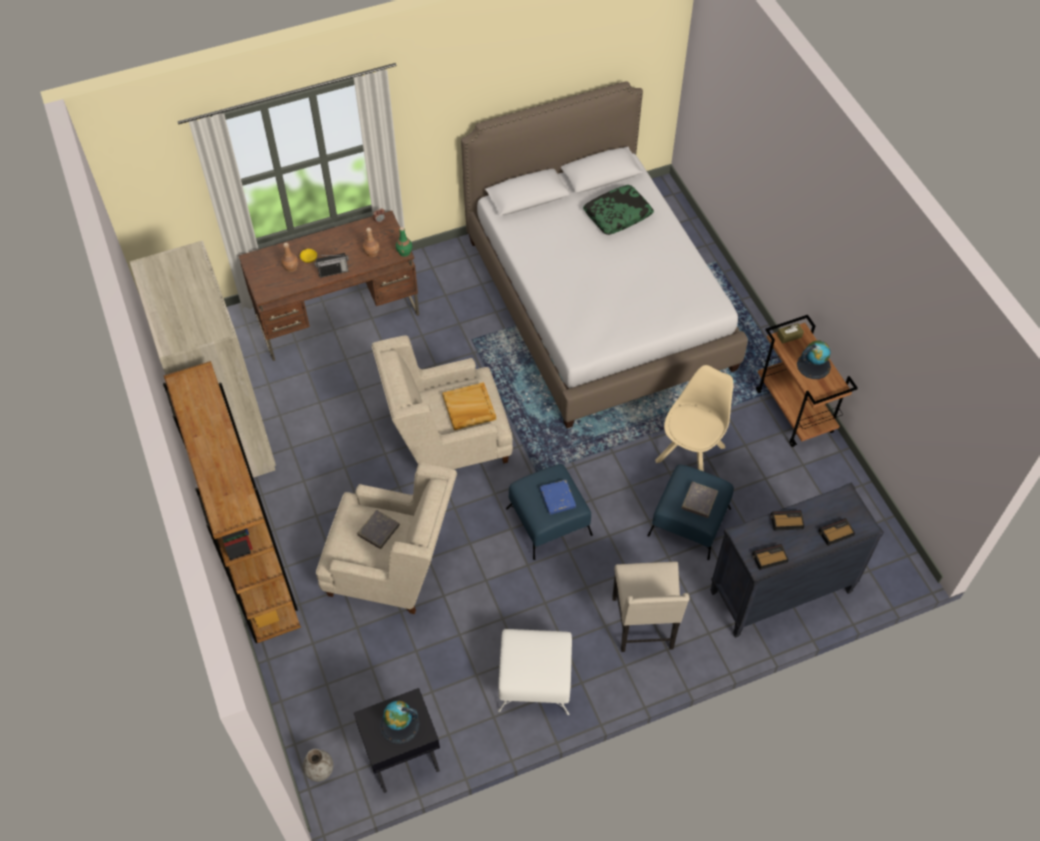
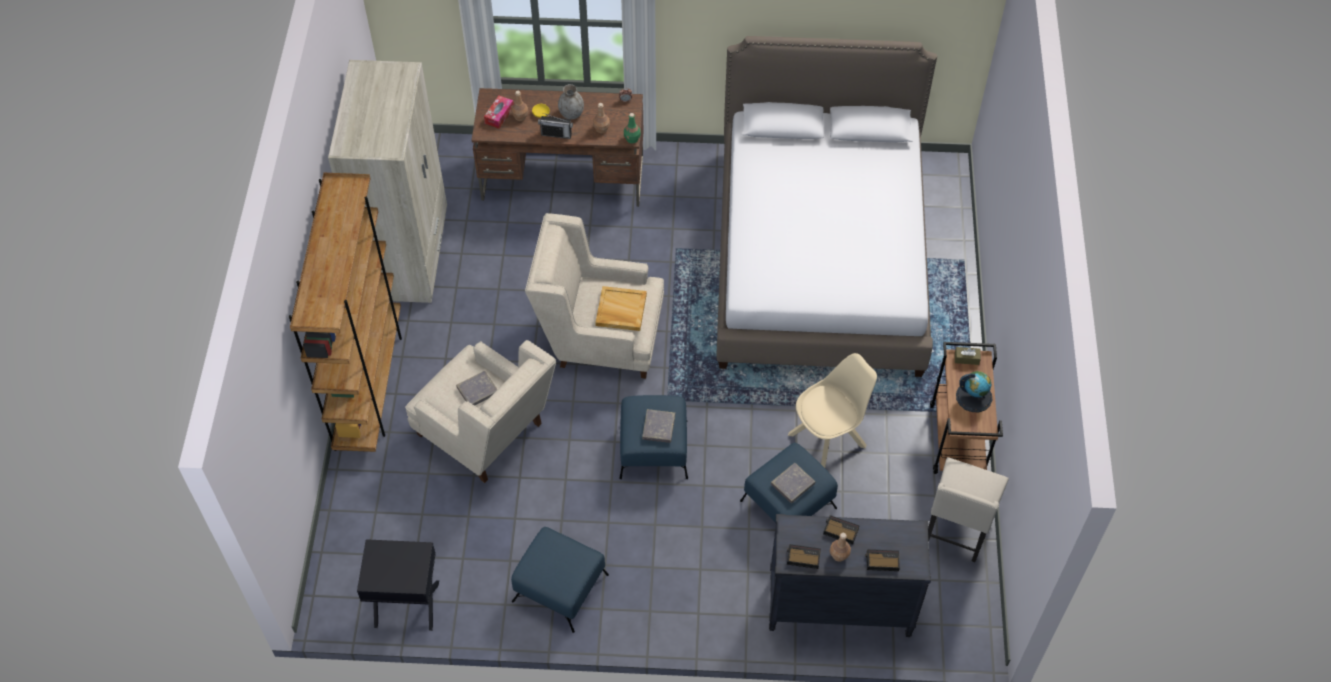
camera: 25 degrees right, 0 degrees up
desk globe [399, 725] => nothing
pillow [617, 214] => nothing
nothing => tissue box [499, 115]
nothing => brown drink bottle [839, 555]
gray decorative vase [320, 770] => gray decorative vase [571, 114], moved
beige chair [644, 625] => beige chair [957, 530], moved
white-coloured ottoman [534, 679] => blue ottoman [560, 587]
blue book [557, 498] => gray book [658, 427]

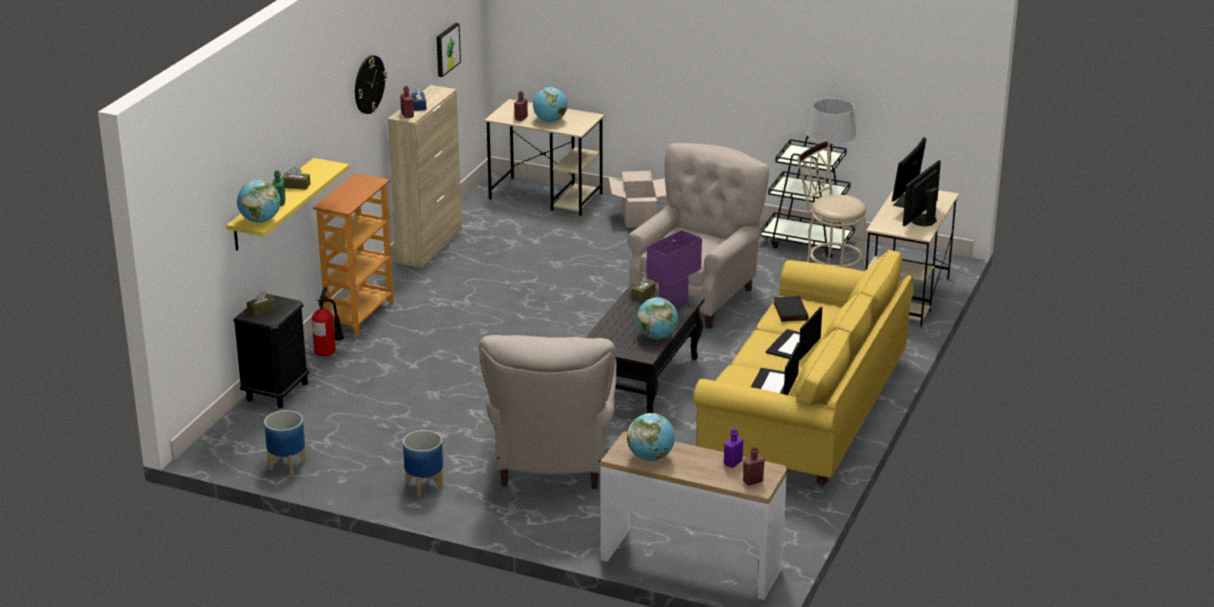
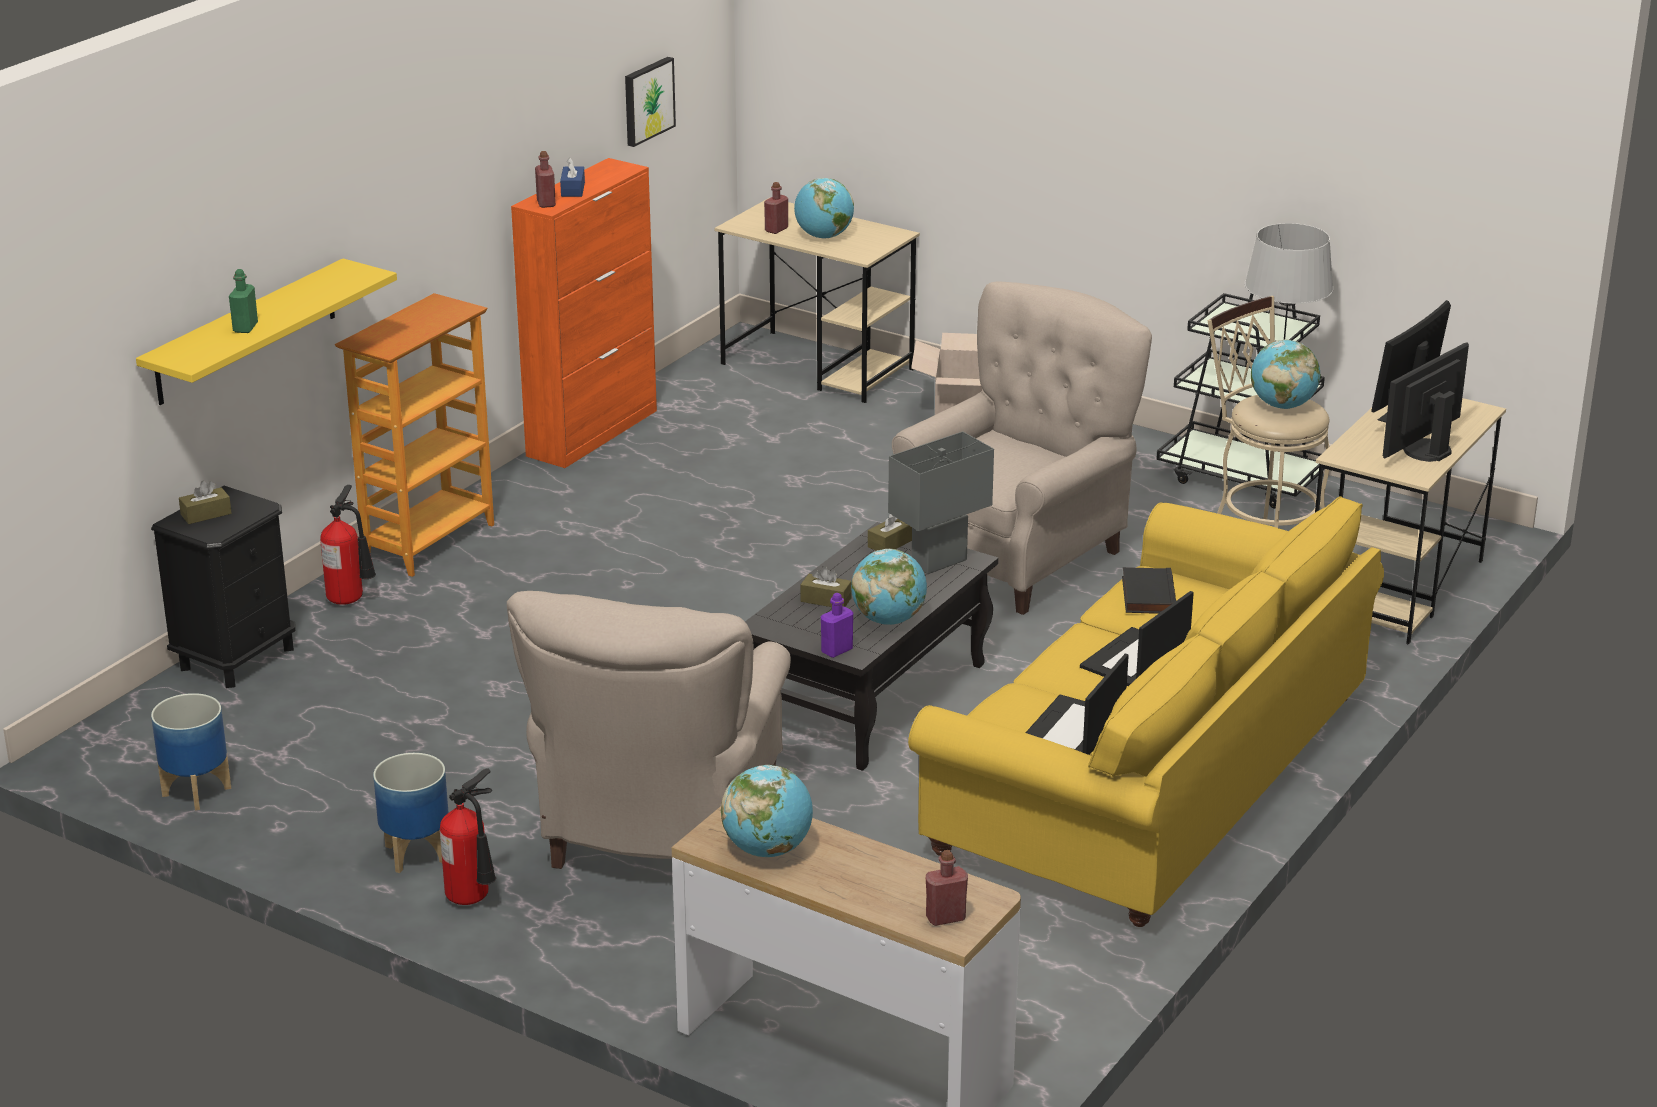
camera: 10 degrees right, 0 degrees up
hanging clock [369, 84] => nothing
nothing => extinguisher [473, 899]
desk globe [260, 220] => desk globe [1282, 406], moved
brown tissue box [296, 186] => brown tissue box [826, 600], moved
purple drink bottle [733, 463] => purple drink bottle [837, 650], moved
beige storage cabinet [429, 245] => orange-coloured storage cabinet [593, 433]
purple lamp for a table [673, 303] => gray lamp for a table [939, 562]

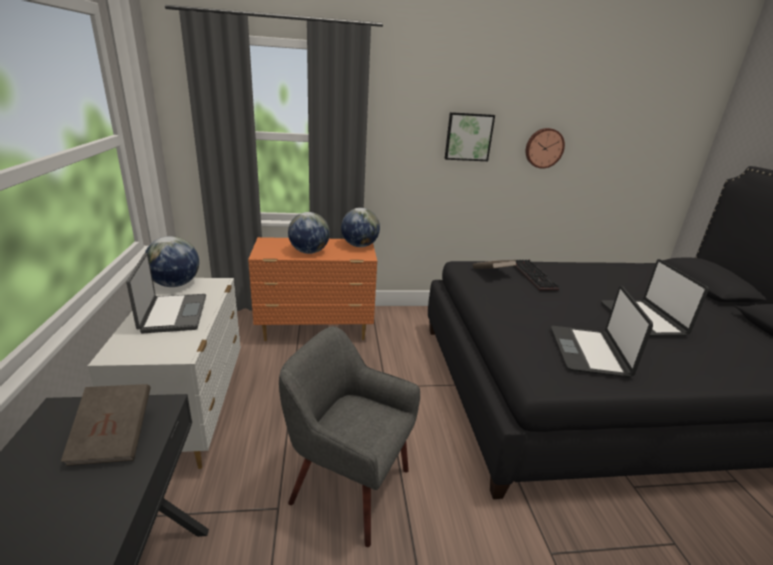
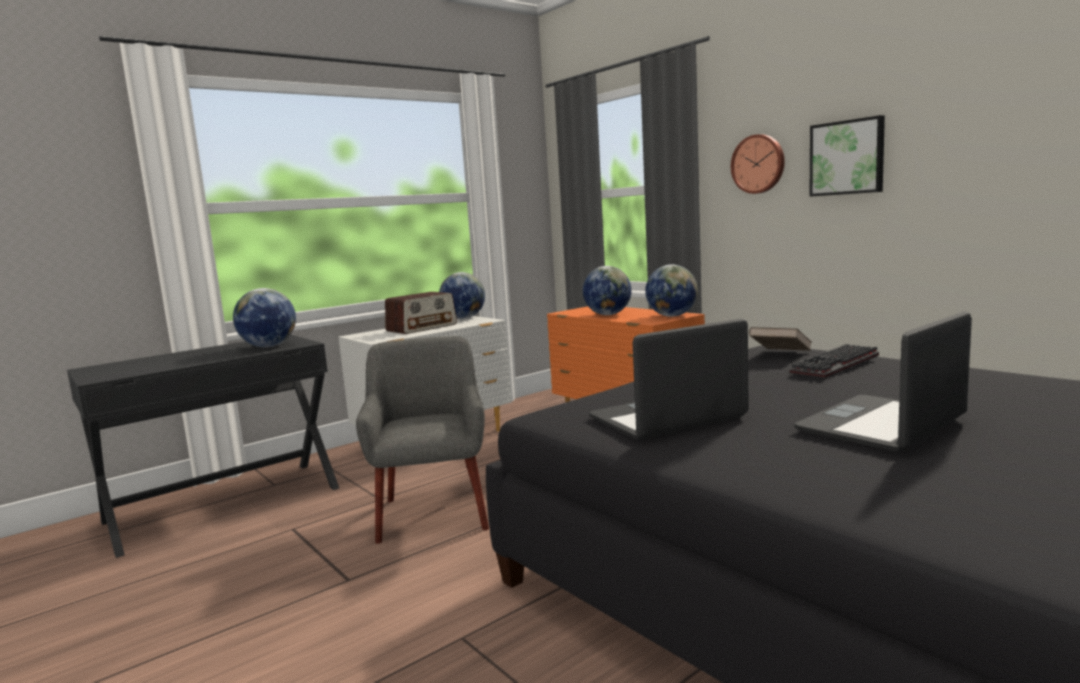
camera: 60 degrees right, 15 degrees down
hanging clock [543, 148] => hanging clock [758, 164], moved
brown book [114, 438] => desk globe [268, 346]
notebook computer [172, 314] => radio receiver [422, 328]

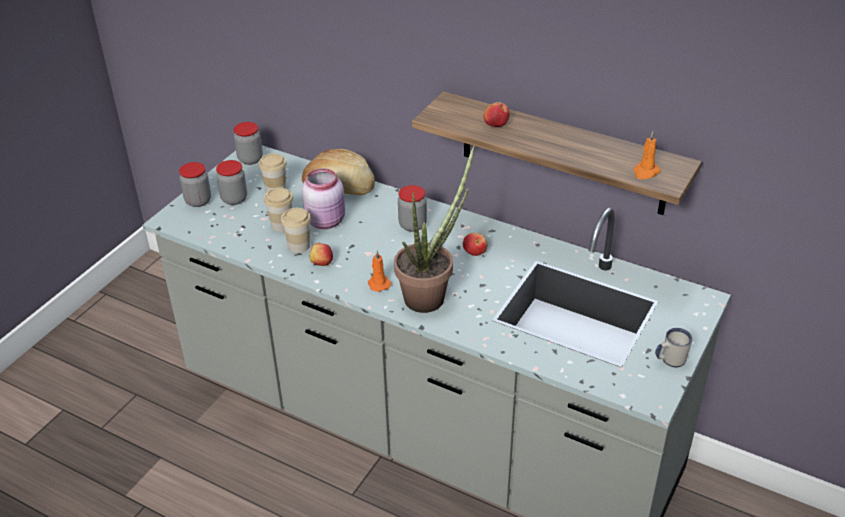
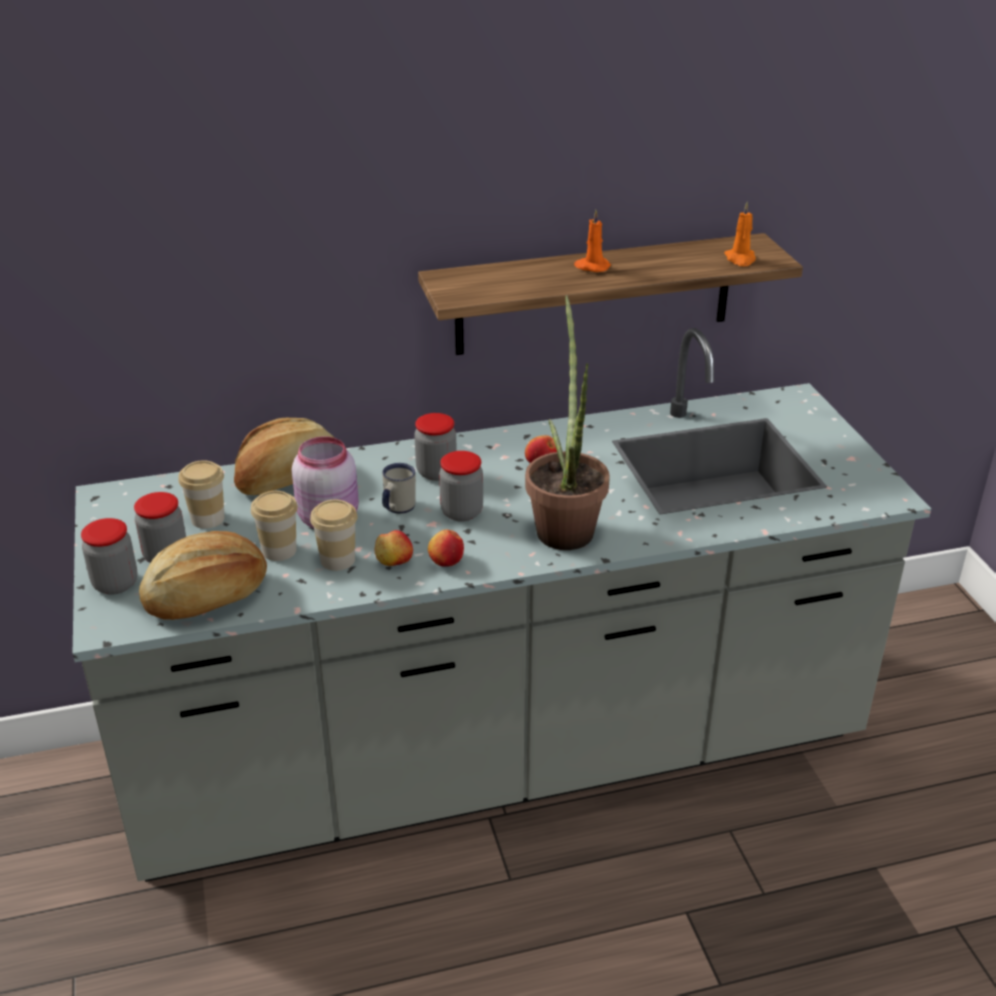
camera: 45 degrees left, 5 degrees down
nothing => bakery bread [207, 597]
jar [250, 159] => jar [461, 512], moved
orange-coloured candle [378, 283] => orange-coloured candle [591, 267], moved
apple [495, 124] => apple [446, 561], moved
white-coloured coffee mug [669, 360] => white-coloured coffee mug [396, 508], moved

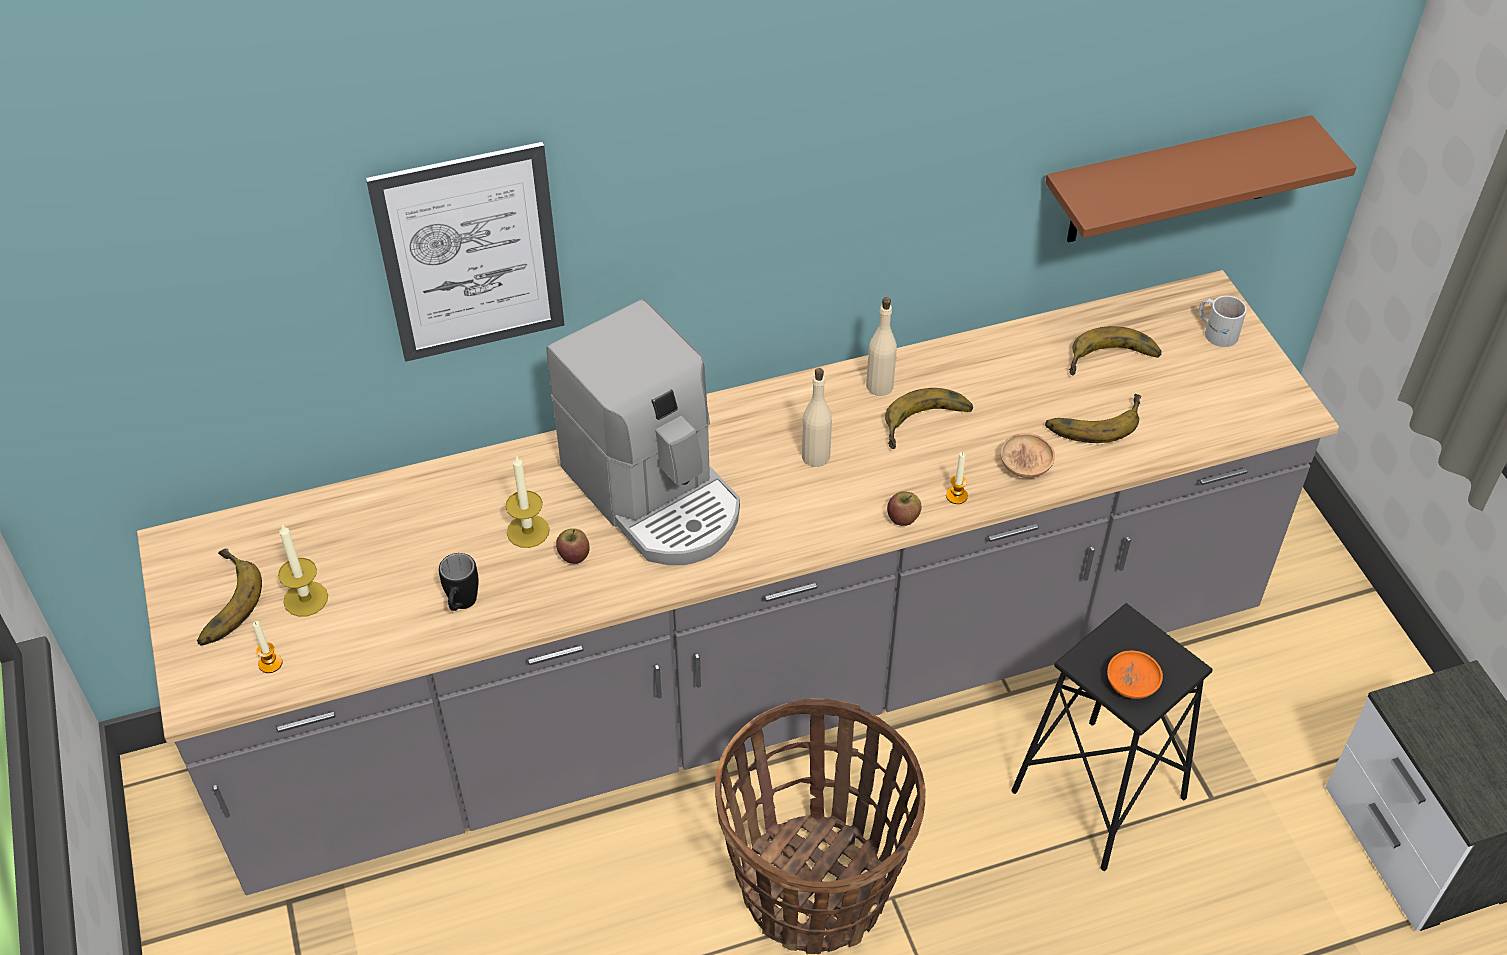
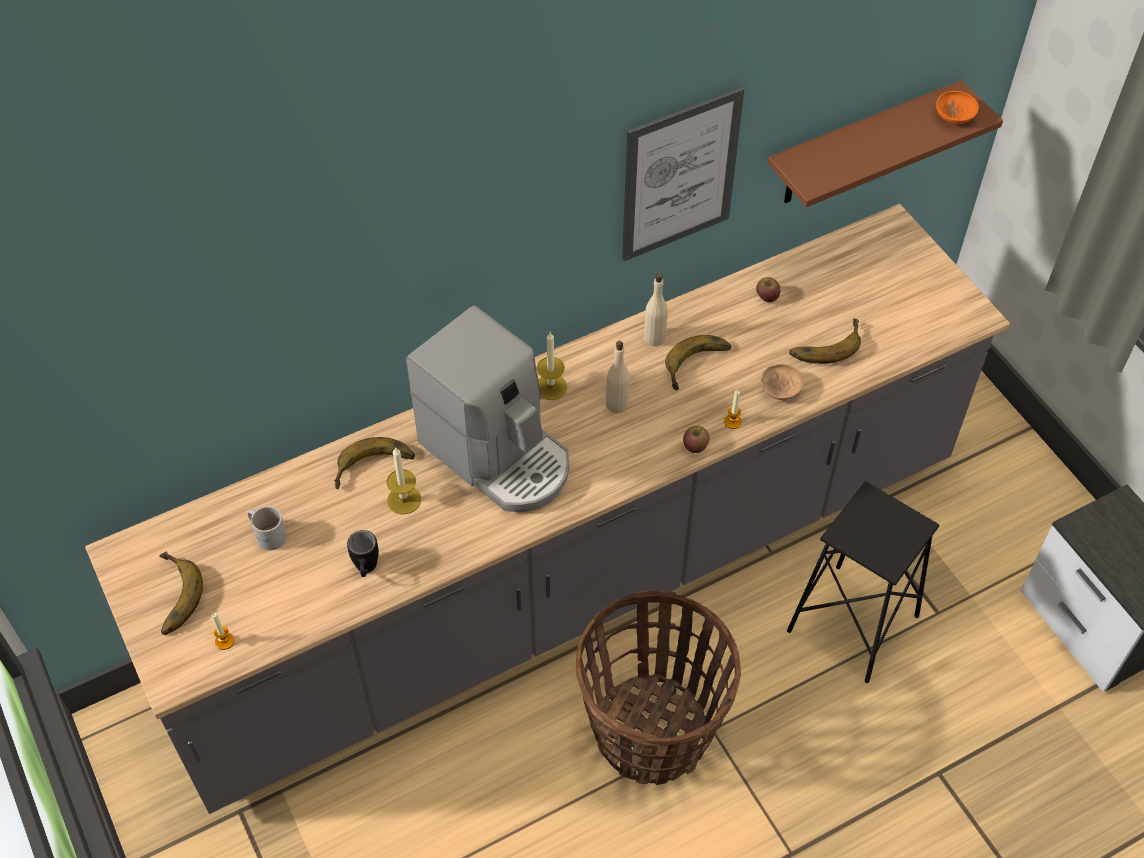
camera: 10 degrees left, 5 degrees up
candle [305, 599] => candle [551, 387], moved
picture [470, 254] => picture [679, 175], moved
apple [574, 555] => apple [767, 296], moved
whole banana [1114, 362] => whole banana [375, 469], moved
orange-coloured bowl [1131, 684] => orange-coloured bowl [954, 116], moved
white-coloured coffee mug [1216, 330] => white-coloured coffee mug [268, 533], moved

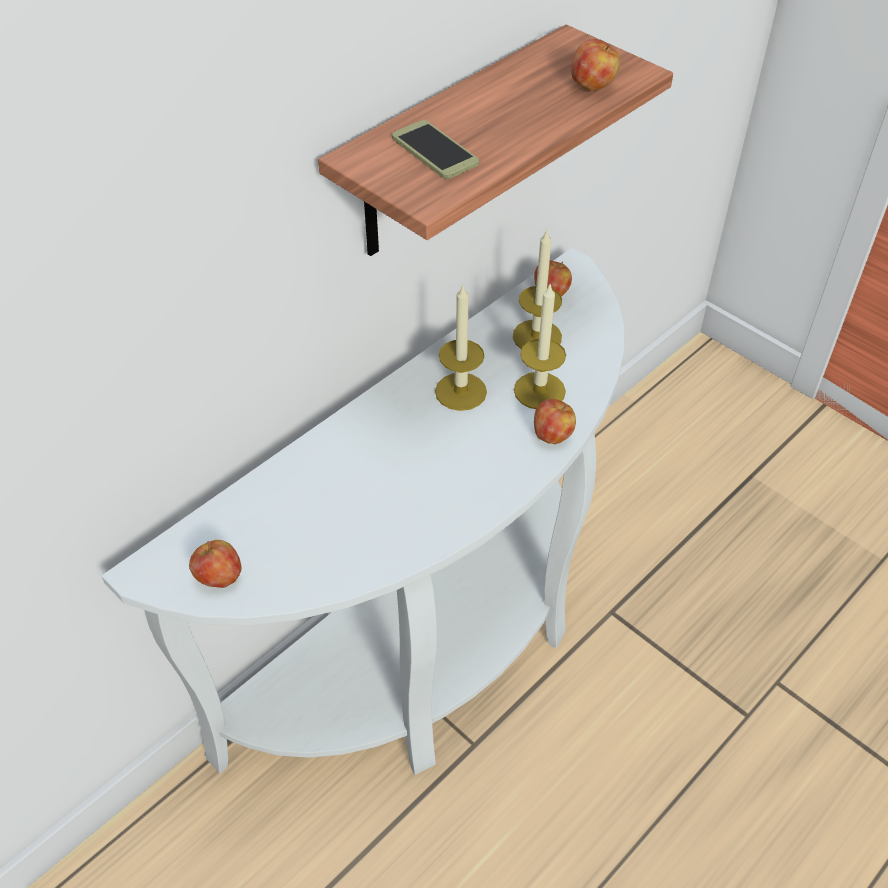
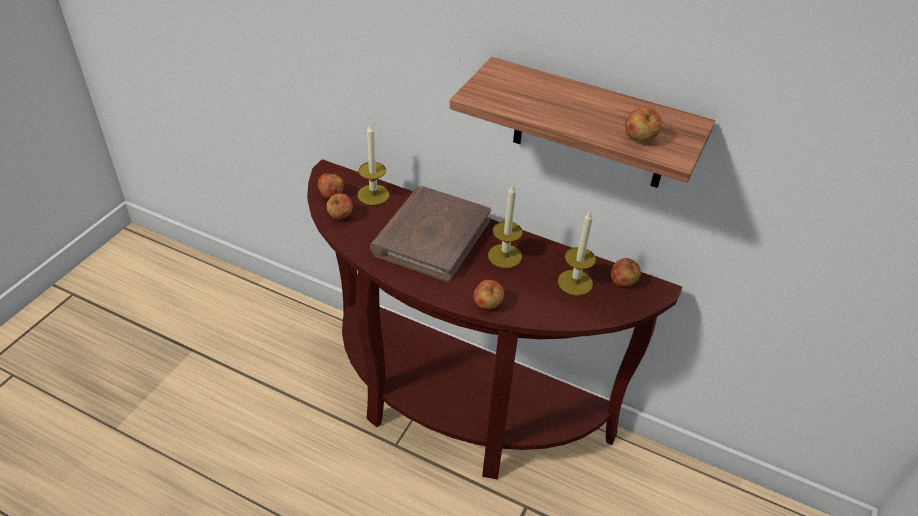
camera: 70 degrees right, 5 degrees down
handset [434, 151] => nothing
nothing => apple [340, 216]
nothing => brown book [431, 237]
candle [539, 391] => candle [373, 195], moved
white-coloured narrow table [433, 649] => brown narrow table [454, 407]

